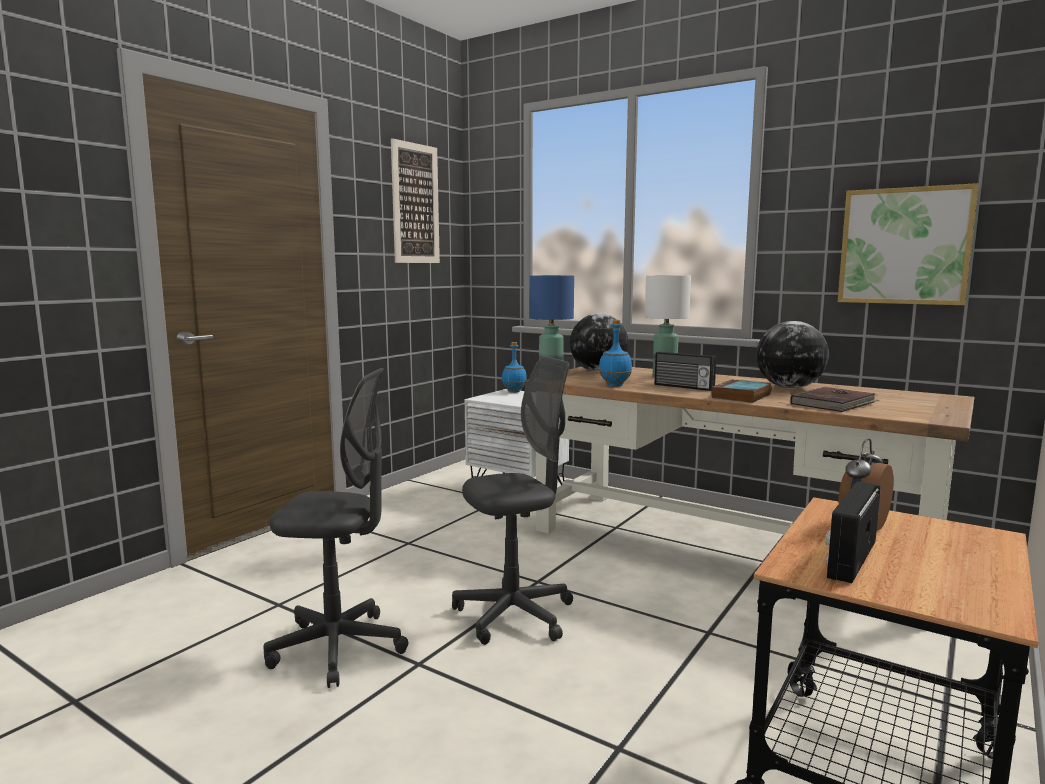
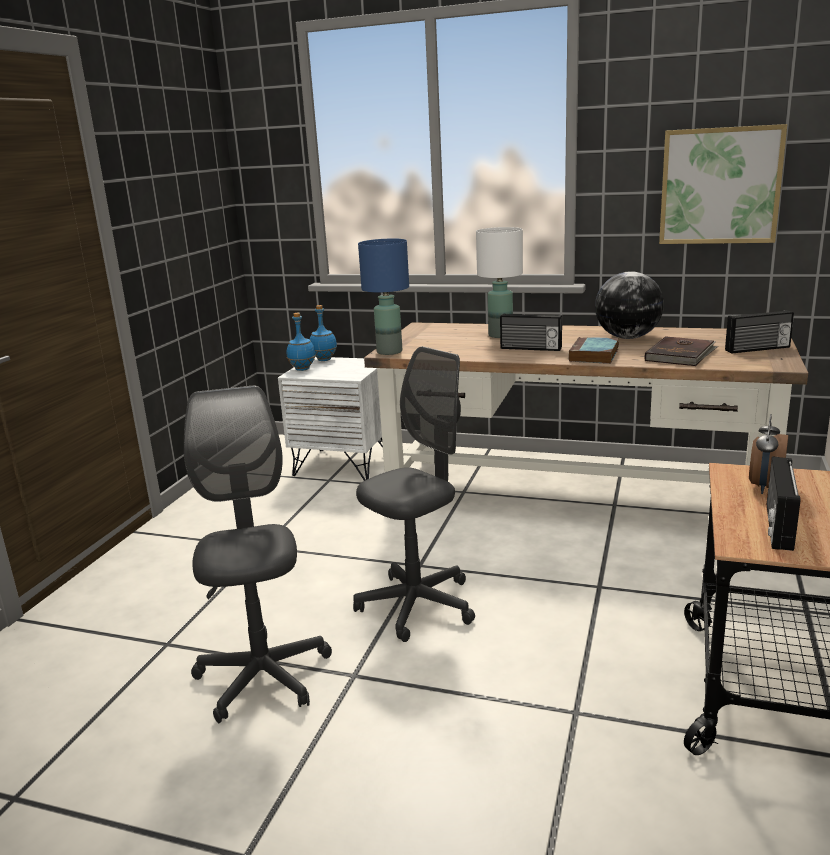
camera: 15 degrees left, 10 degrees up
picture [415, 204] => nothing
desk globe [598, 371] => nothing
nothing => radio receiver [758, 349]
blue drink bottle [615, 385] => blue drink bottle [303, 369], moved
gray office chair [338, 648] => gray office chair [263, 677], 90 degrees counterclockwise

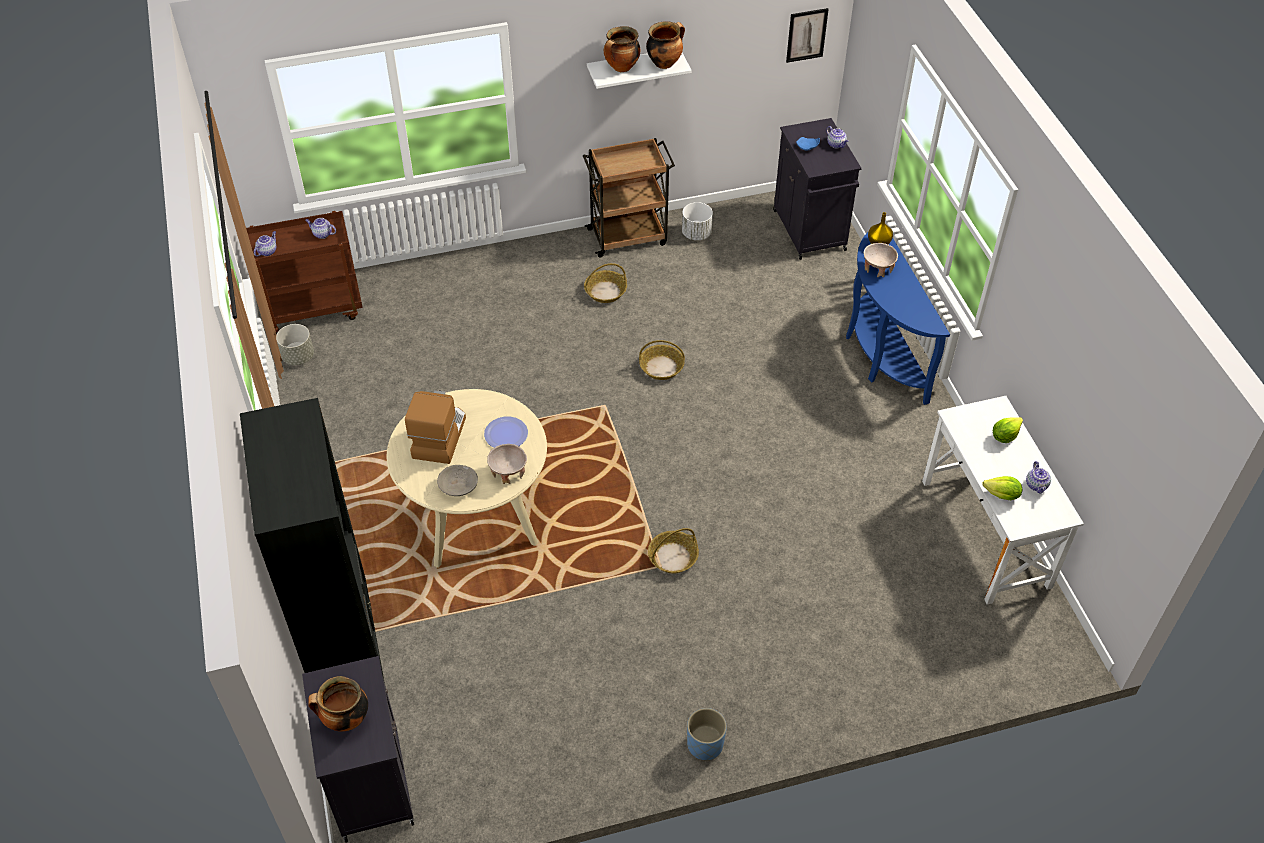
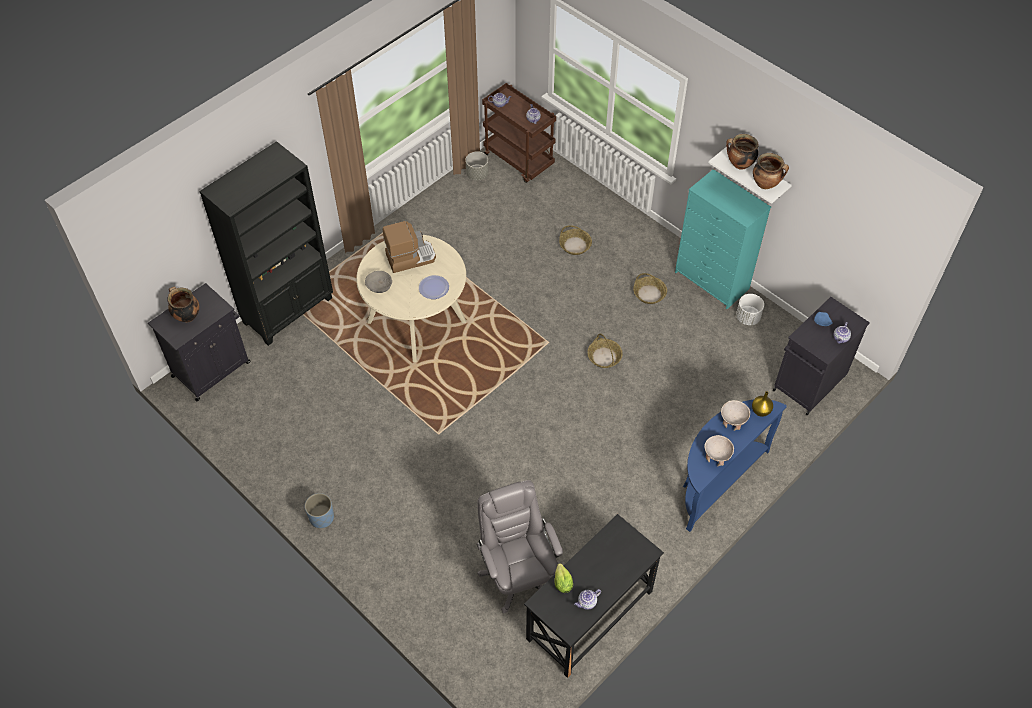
camera: 60 degrees right, 5 degrees up
picture [806, 35] => nothing
lettuce [1004, 436] => nothing
nothing => gray office chair [518, 574]
beige bowl [508, 472] => beige bowl [716, 456], moved
storage basket [672, 557] => storage basket [575, 245], moved
brown cart [628, 236] => turquoise-coloured dresser [712, 281]
white-coloured desk [985, 533] => blackish desk [590, 615]

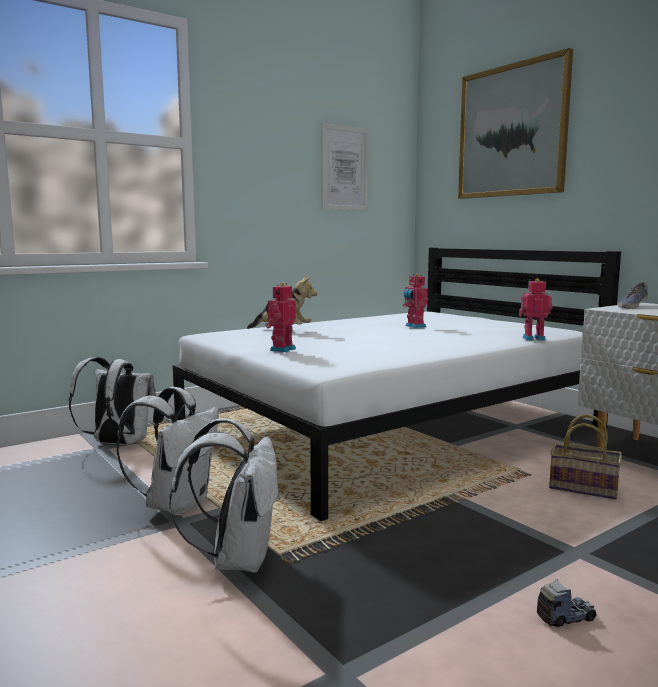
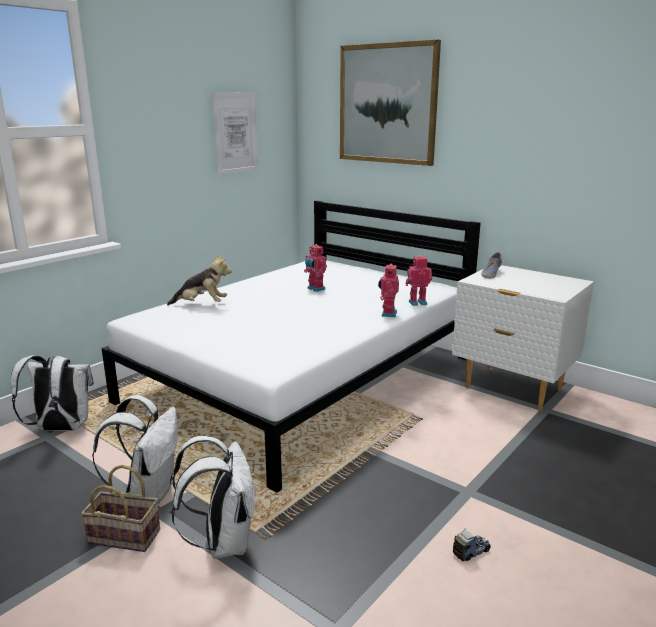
camera: 15 degrees left, 10 degrees up
model robot [281, 349] => model robot [387, 314], moved
storage basket [585, 488] => storage basket [126, 536], moved

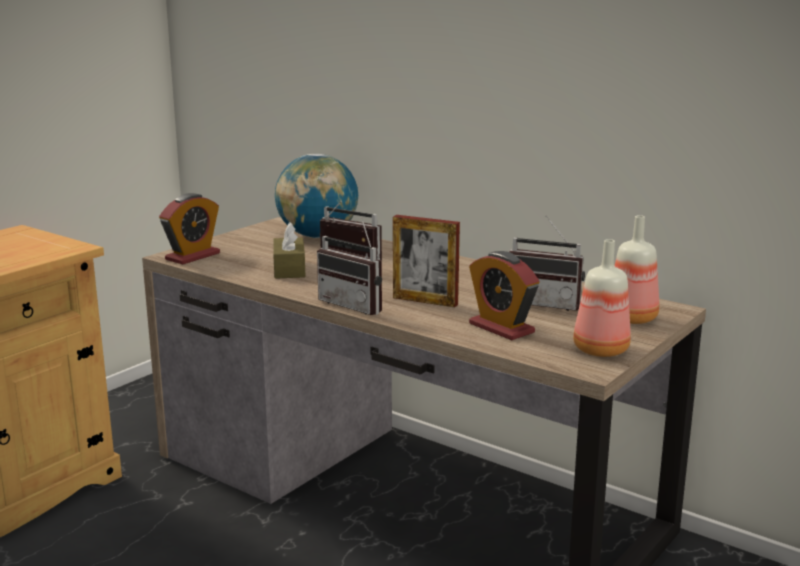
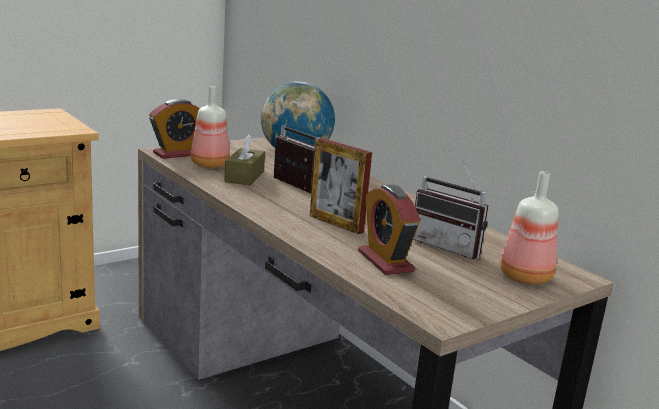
camera: 15 degrees right, 0 degrees up
radio receiver [356, 305] => nothing
drink bottle [599, 350] => drink bottle [208, 164], moved

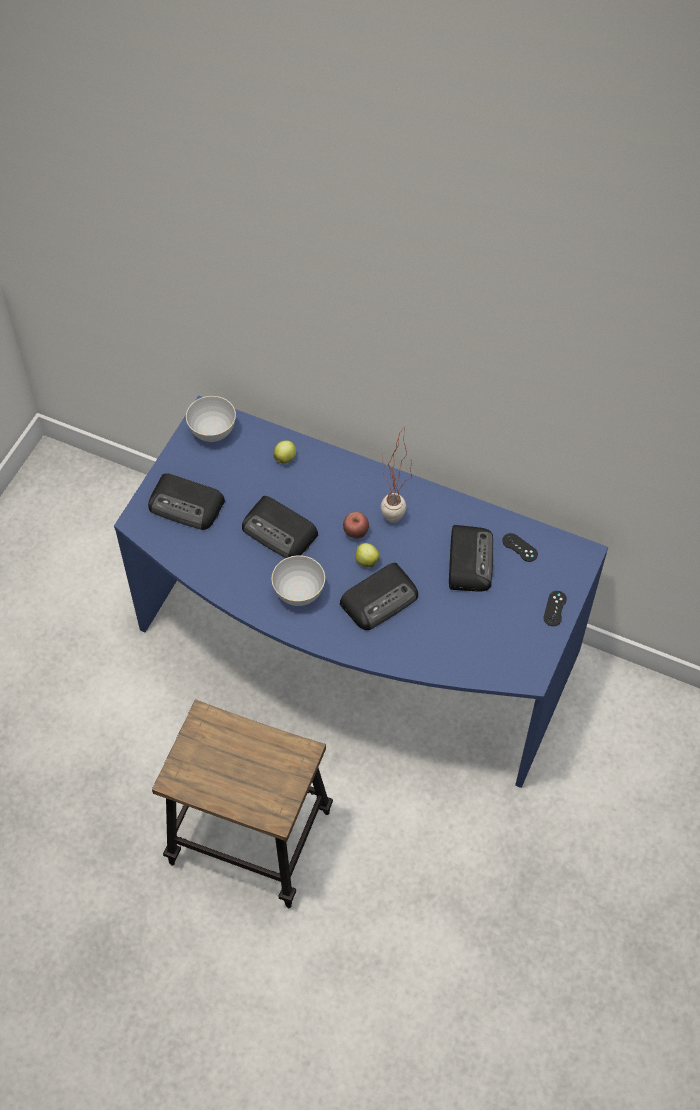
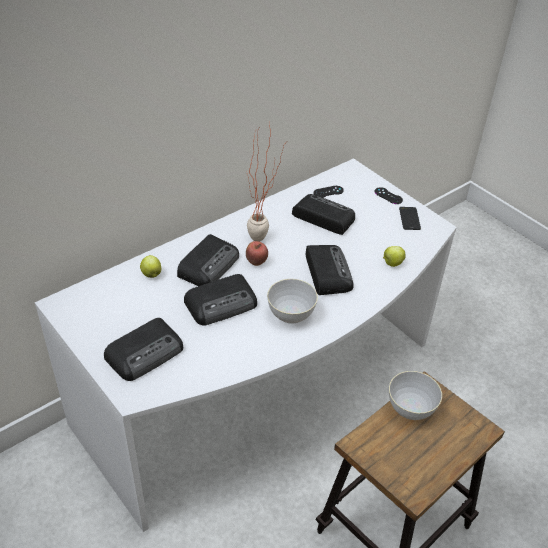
camera: 65 degrees left, 15 degrees down
nothing => radio receiver [209, 265]
nothing => handset [409, 218]
gray bowl [213, 432] => gray bowl [410, 409], moved
apple [366, 561] => apple [392, 263], moved
blue desk [353, 651] => white-coloured desk [264, 389]

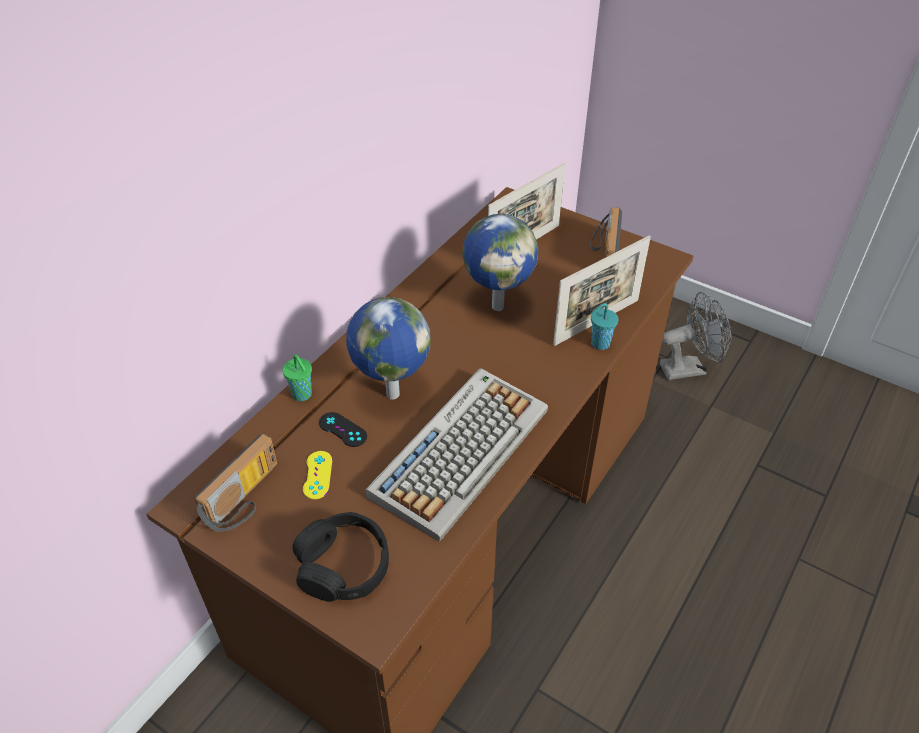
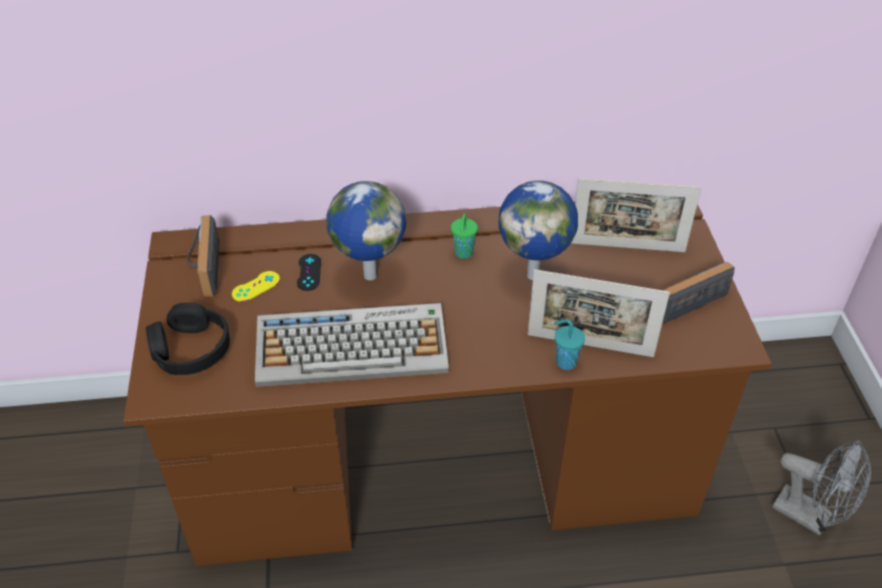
camera: 50 degrees right, 0 degrees up
green cup [302, 395] => green cup [463, 253], moved
radio receiver [246, 499] => radio receiver [203, 267], 90 degrees clockwise

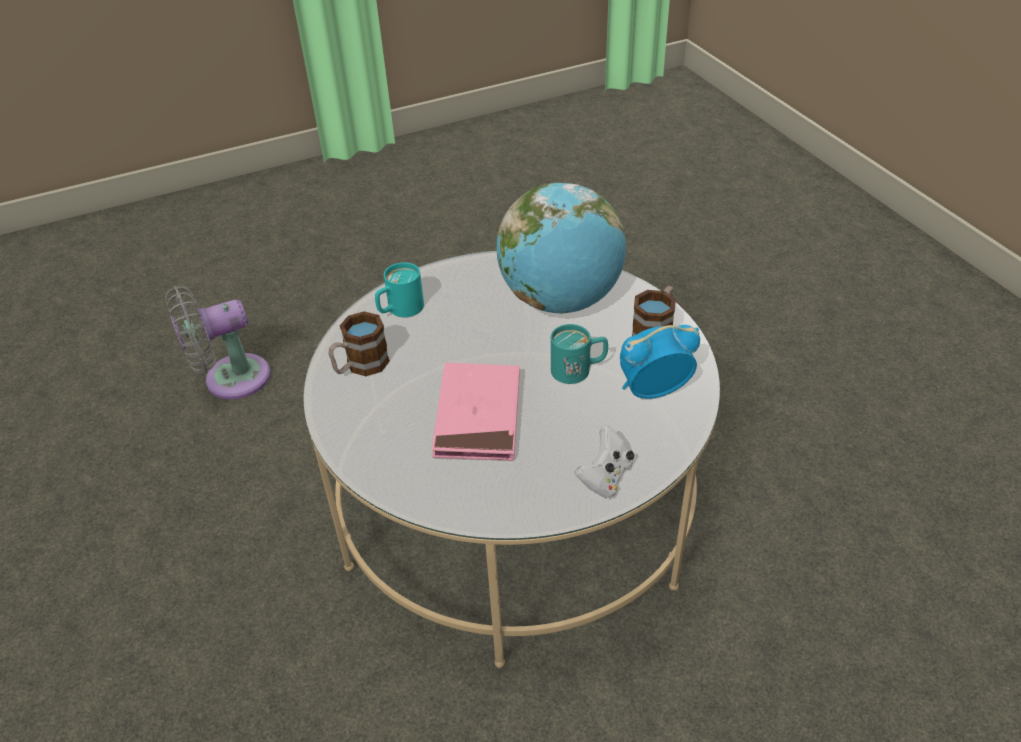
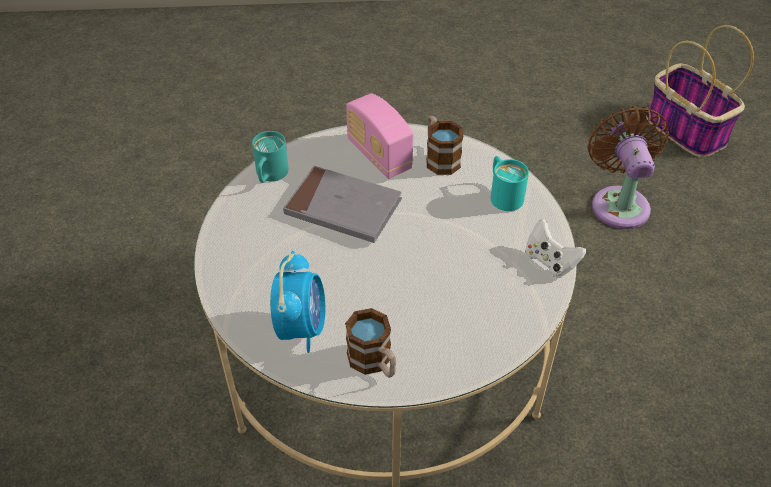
camera: 110 degrees right, 5 degrees up
desk globe [561, 301] => nothing
nothing => radio receiver [379, 155]
nothing => storage basket [684, 129]
turquoise-coloured coffee mug [579, 370] => turquoise-coloured coffee mug [270, 175], moved
white-coloured joypad [605, 477] => white-coloured joypad [550, 261], moved
gray cooling fan [230, 379] => brown cooling fan [619, 203]
pink-coloured book [478, 415] => gray book [343, 208]

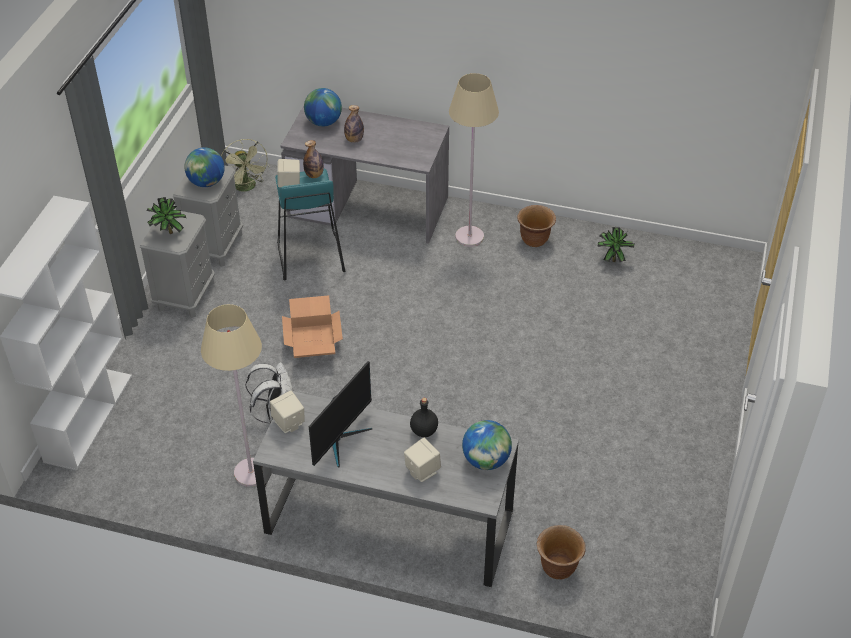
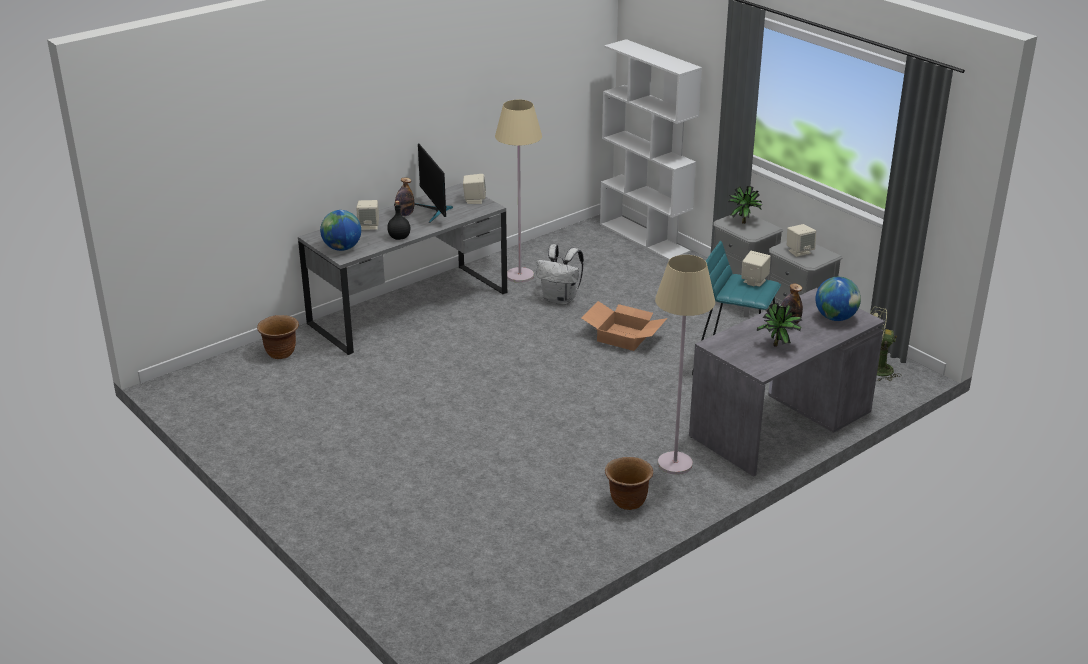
camera: 125 degrees right, 15 degrees down
drink bottle [314, 175] => drink bottle [404, 214], moved
potted plant [612, 259] => potted plant [778, 346], moved
desk globe [206, 182] => beige loudspeaker [799, 252]

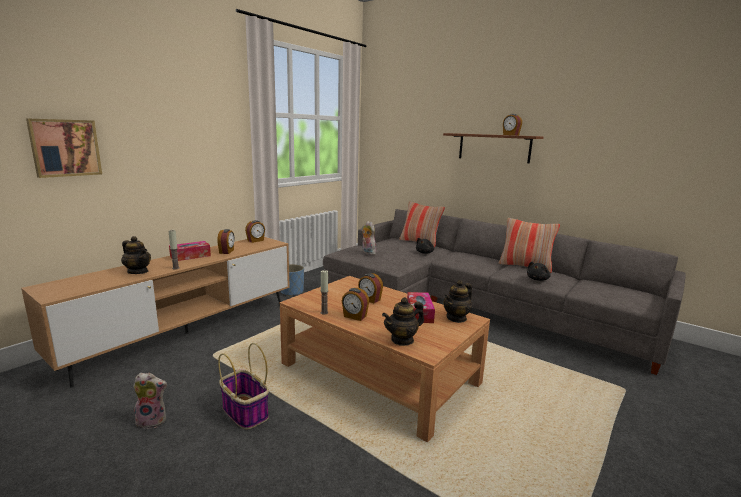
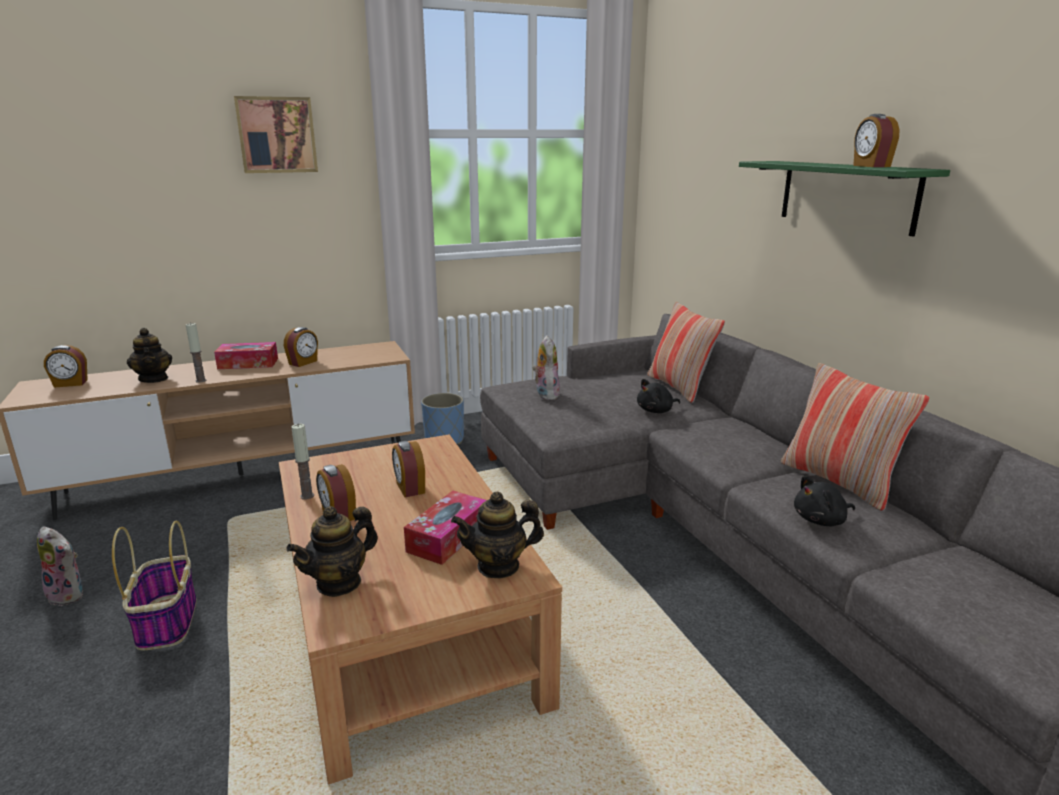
camera: 30 degrees right, 5 degrees up
picture [65, 148] => picture [276, 135], moved
alarm clock [256, 240] => alarm clock [70, 384], moved
brown wall shelf [494, 147] => green wall shelf [846, 195]
tea pot [402, 340] => tea pot [339, 583], 45 degrees counterclockwise

